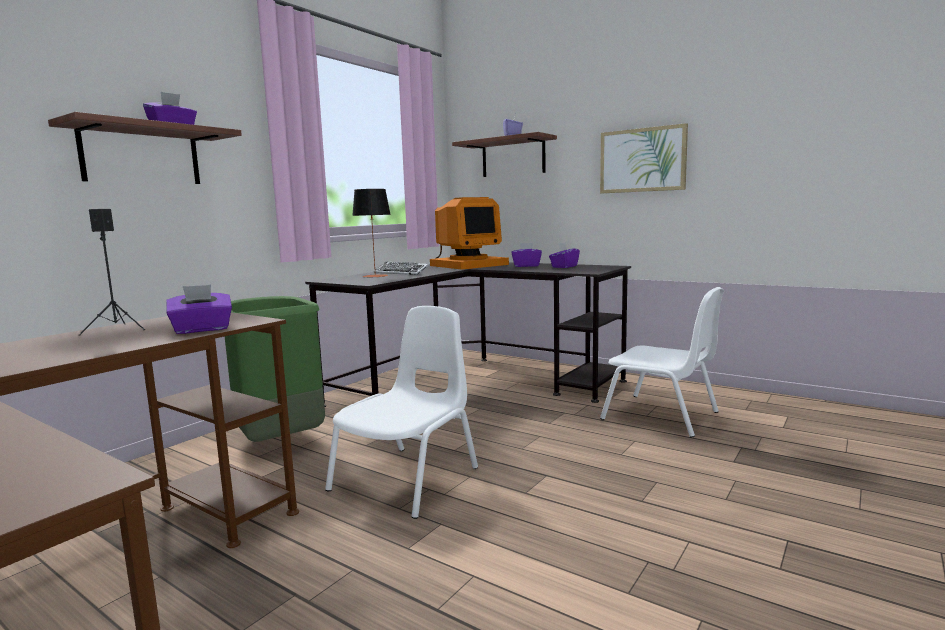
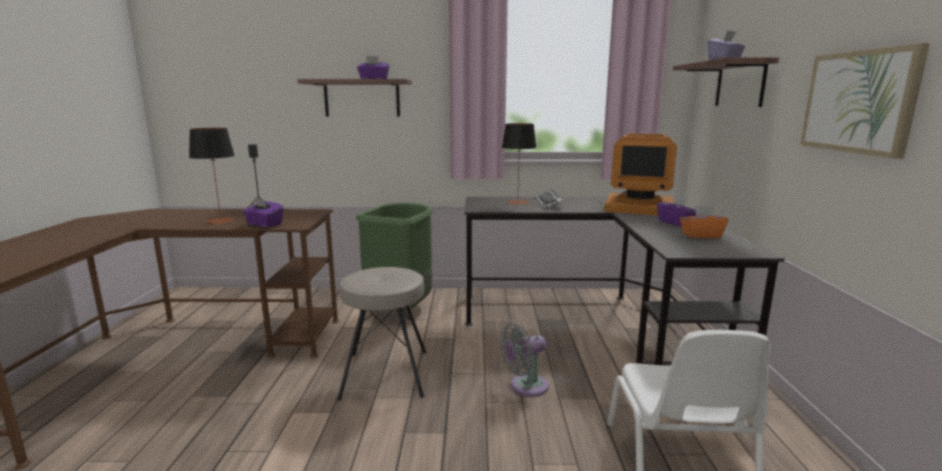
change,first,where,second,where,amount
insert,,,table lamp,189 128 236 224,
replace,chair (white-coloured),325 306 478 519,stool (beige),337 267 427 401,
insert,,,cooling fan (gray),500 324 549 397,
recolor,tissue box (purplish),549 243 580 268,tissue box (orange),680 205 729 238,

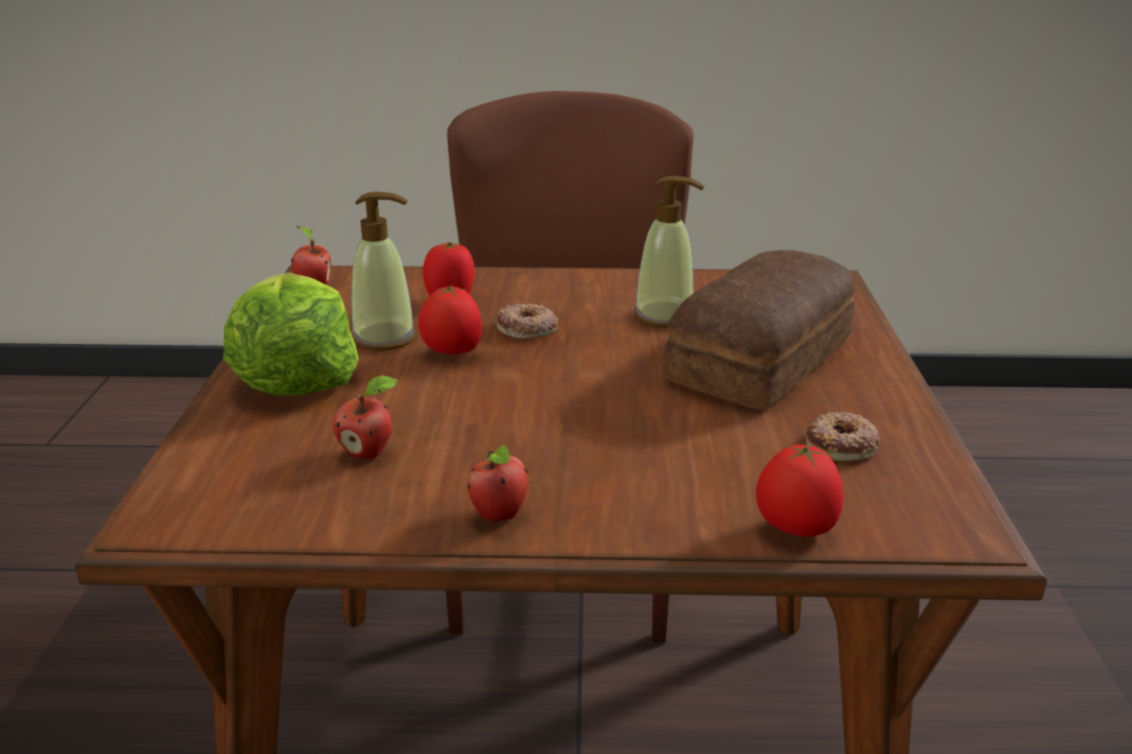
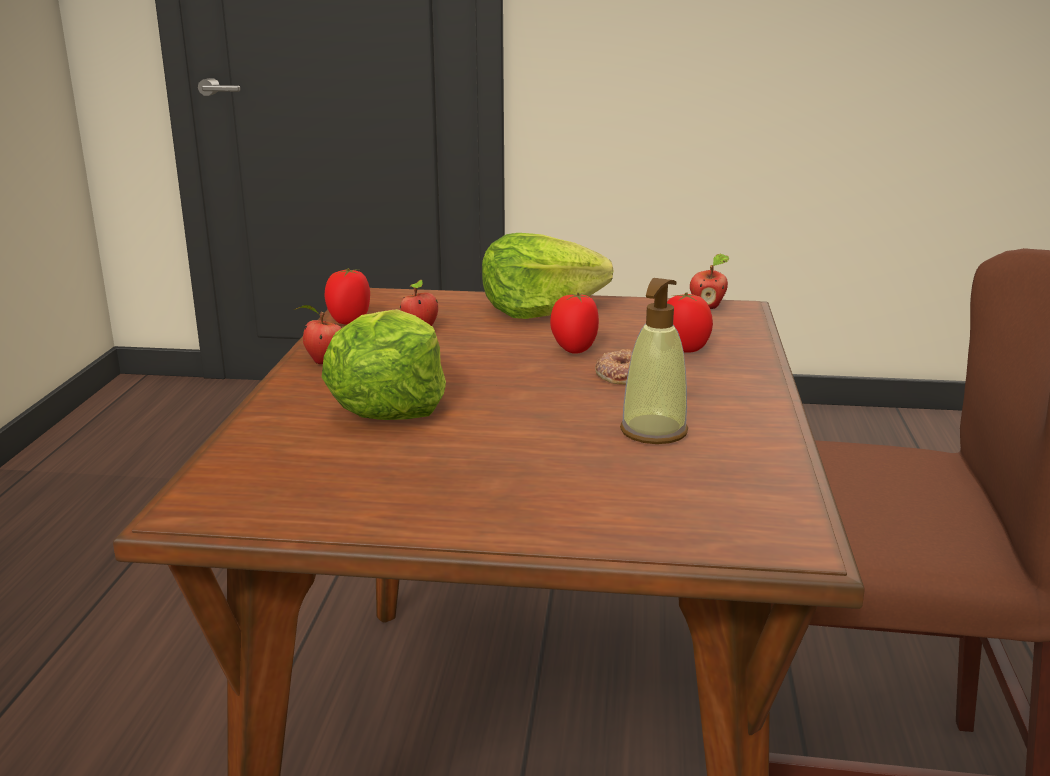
change,first,where,second,where,amount
insert,,,lettuce,322 309 446 420,
move,fresh tomato,756 443 843 537,,324 268 370 324,
delete,liquid soap bottle,351 192 416 351,,,
delete,bakery bread,663 250 856 410,,,
delete,ring doughnut,806 412 880 461,,,

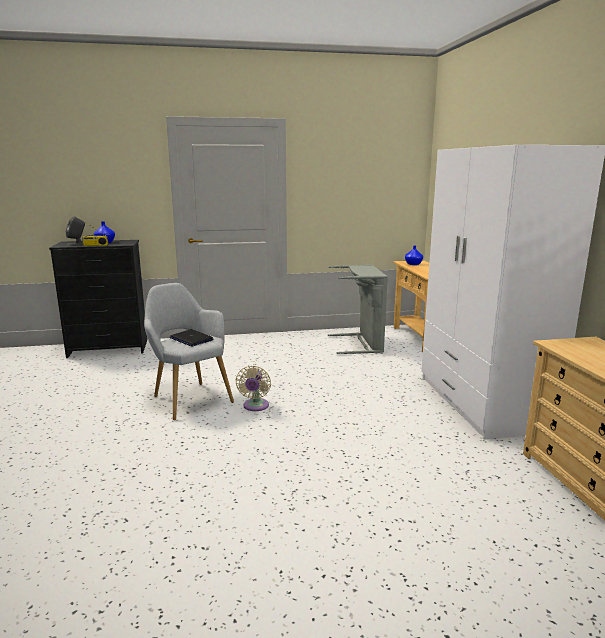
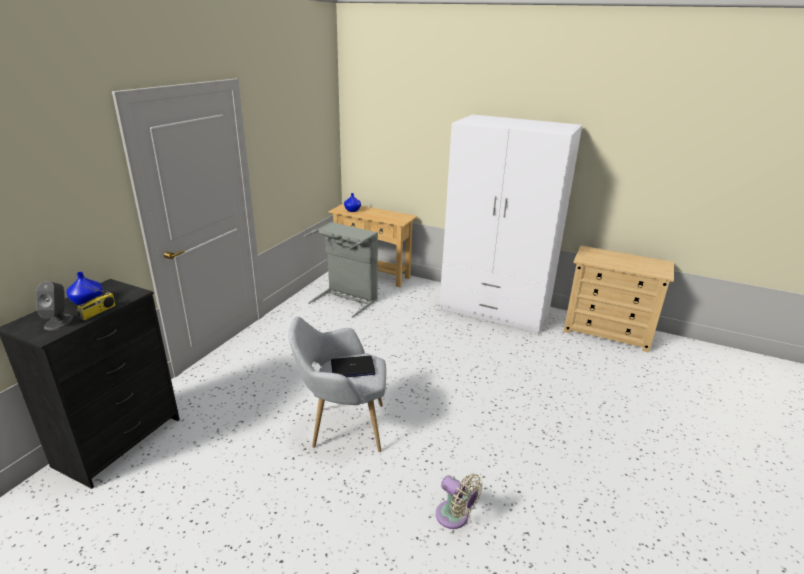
change,first,where,second,where,amount
move,cooling fan (beige),235 365 271 411,,436 474 483 529,

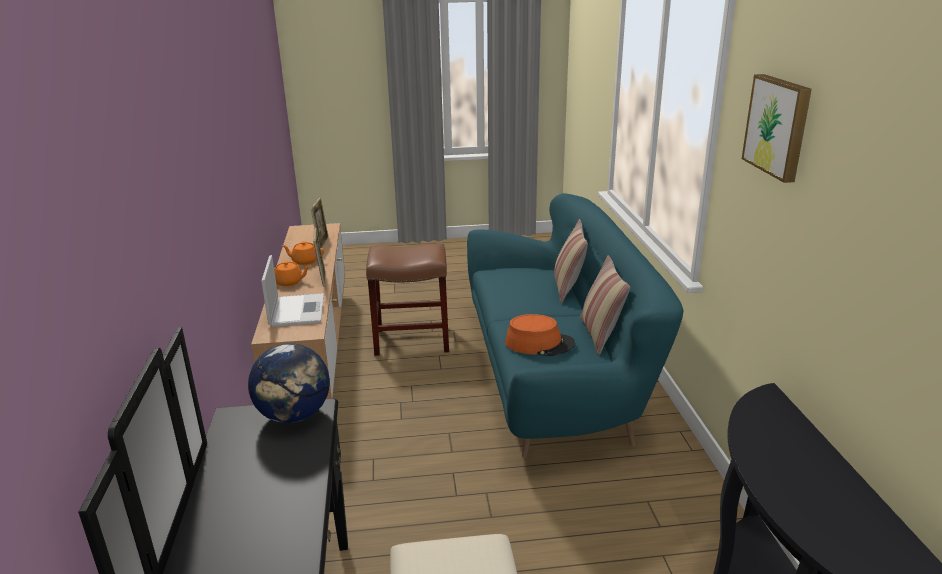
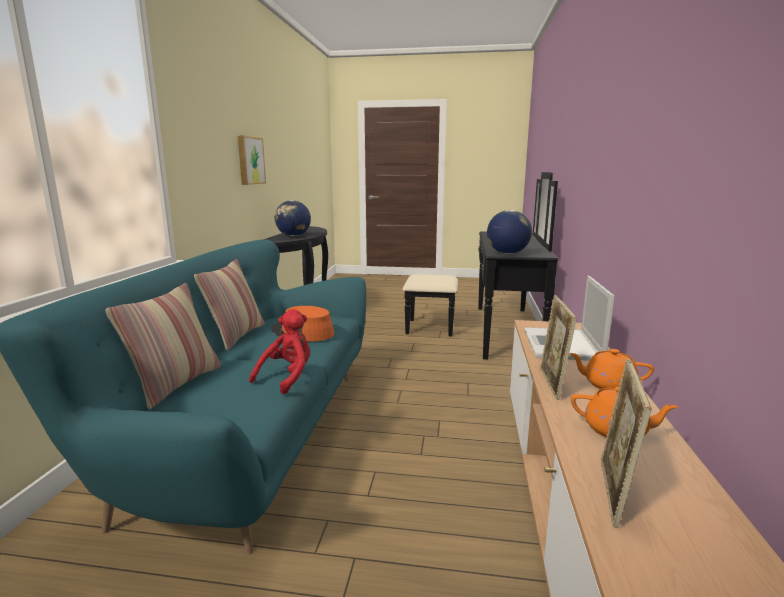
change,first,where,second,where,amount
move,wall picture,742 74 812 183,,238 135 266 185,
insert,,,soft toy (red),249 309 310 394,
insert,,,globe,275 200 311 236,
delete,stool (brown-coloured),366 244 449 356,,,

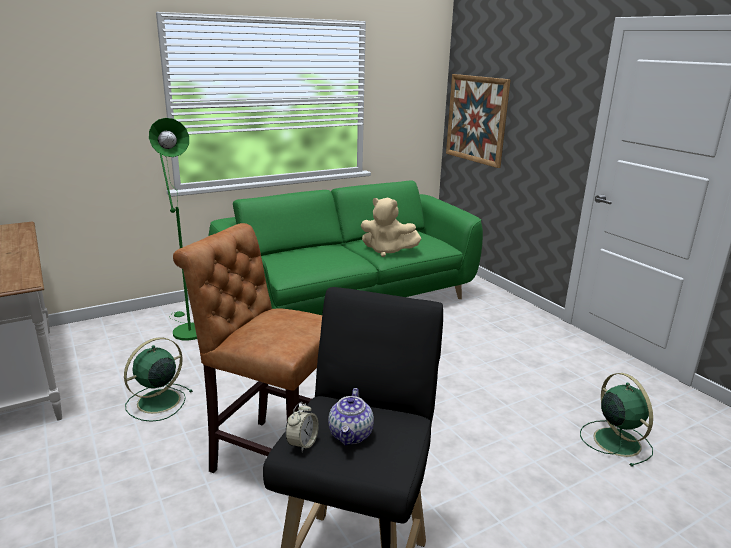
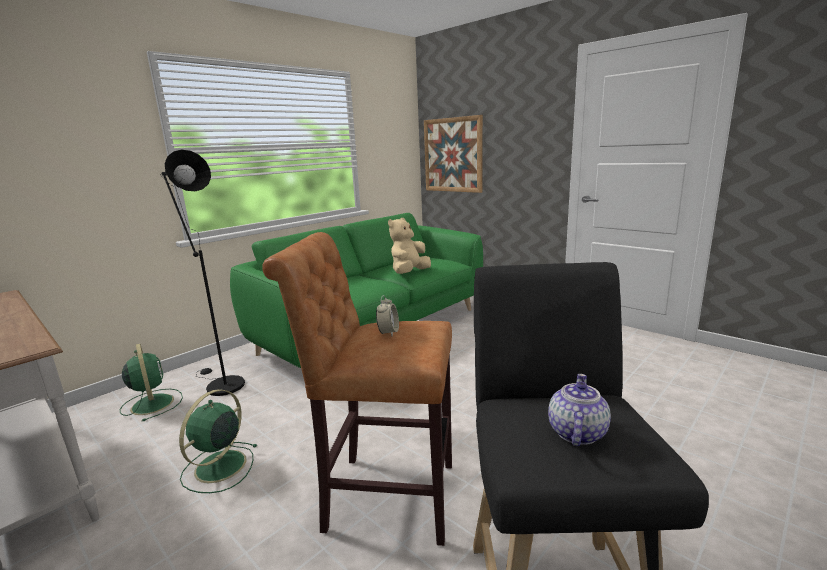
change,first,where,second,where,amount
move,cooling fan (greenish),580 373 653 467,,120 344 183 421,
recolor,standard lamp (greenish),149 118 197 341,standard lamp (black-coloured),160 150 245 396,
move,table clock,285 402 319 452,,376 295 399 336,
rotate,soft toy (beige),361 198 421 257,,388 218 431 274,120 degrees clockwise
rotate,teapot,328 388 374 445,,548 374 611 446,150 degrees counterclockwise

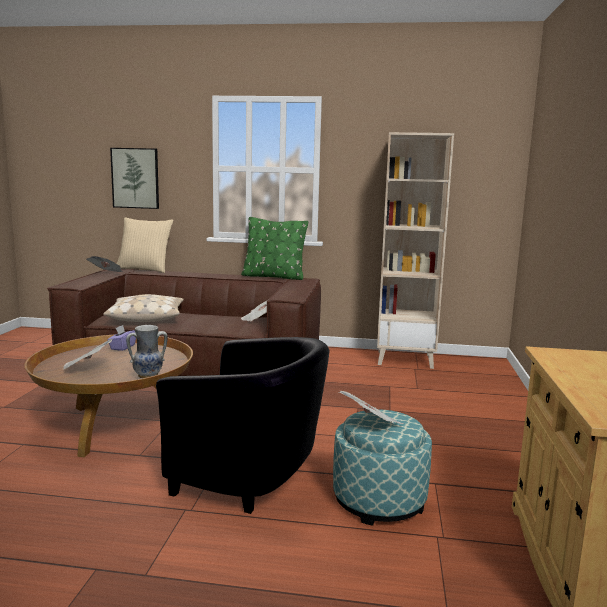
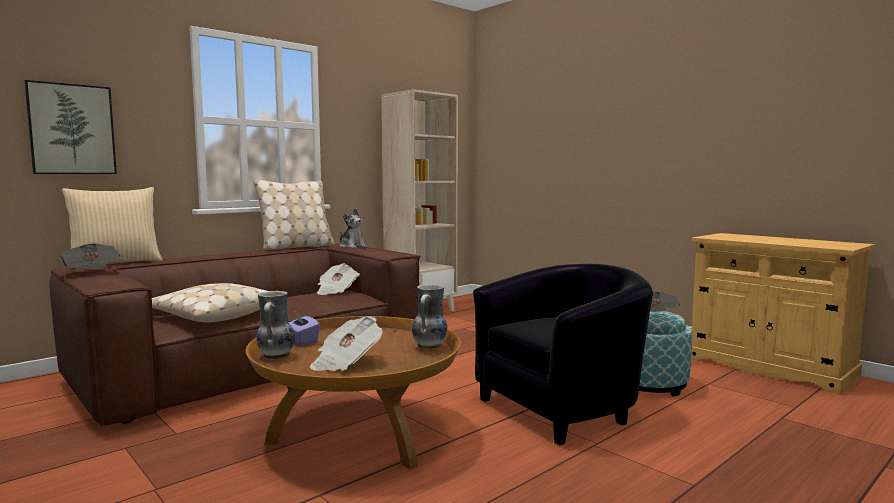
change,first,where,second,where,amount
recolor,pillow (greenish),241 217 308 280,pillow (beige),253 179 334 250,
insert,,,vase,256 291 295 360,
insert,,,soft toy,339 209 367 248,

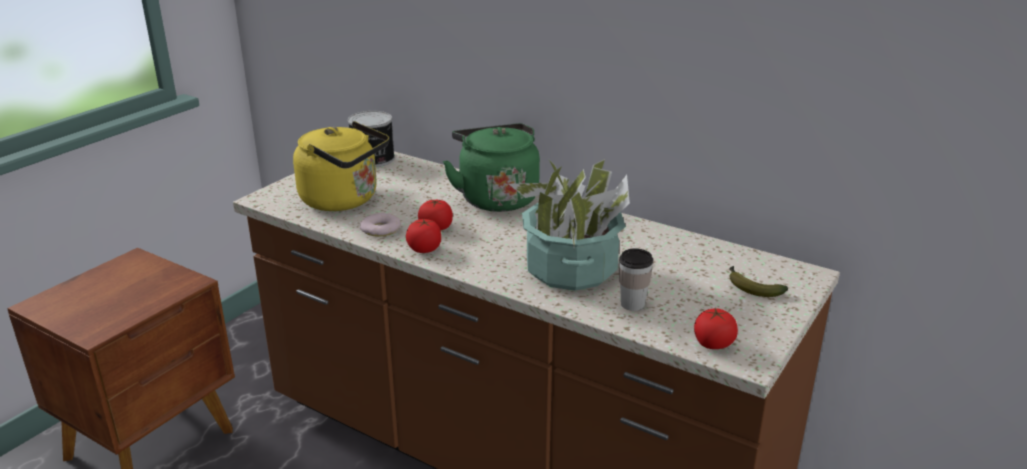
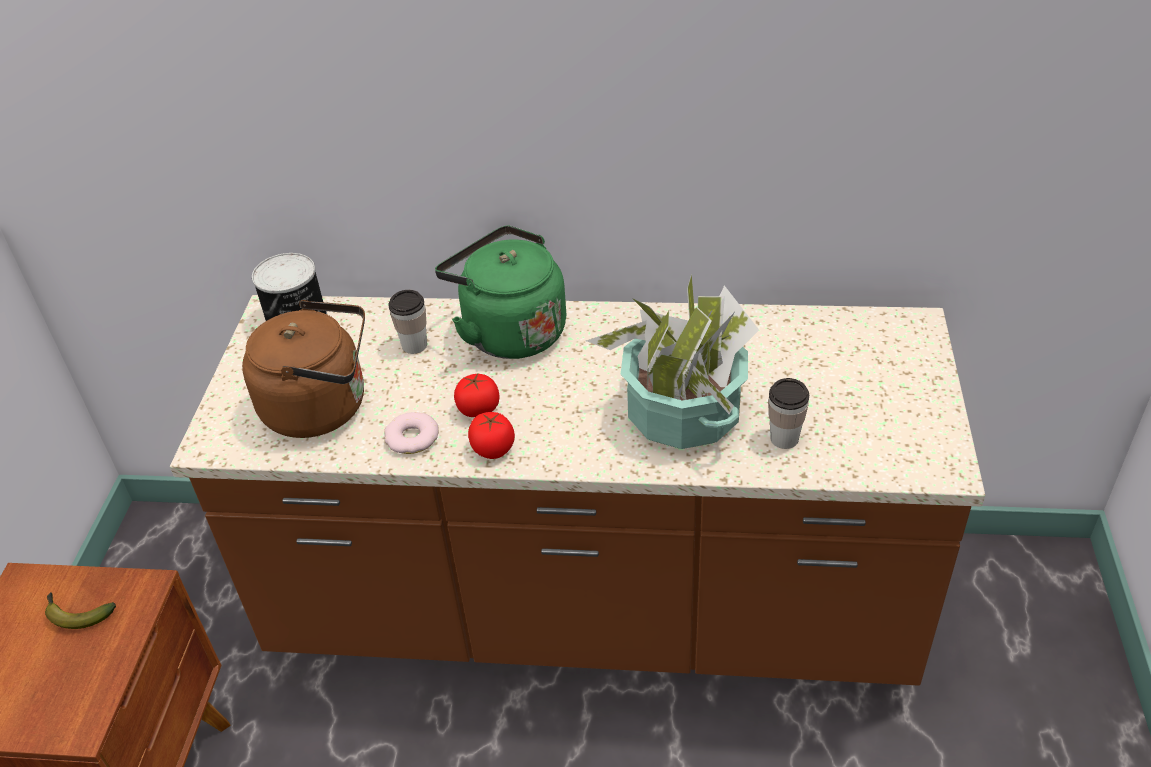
change,first,where,second,where,amount
move,banana,729 266 788 297,,45 592 116 629,
recolor,kettle (yellow),293 121 389 211,kettle (brown-coloured),242 300 365 438,
insert,,,small cup,388 290 427 354,
delete,fresh tomato,694 308 738 349,,,

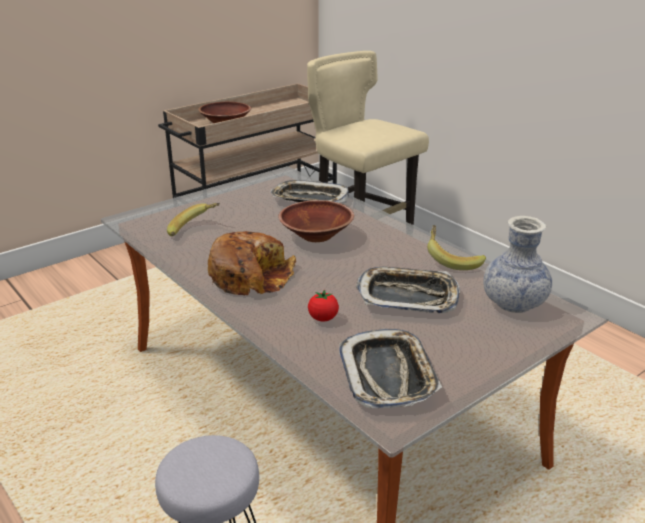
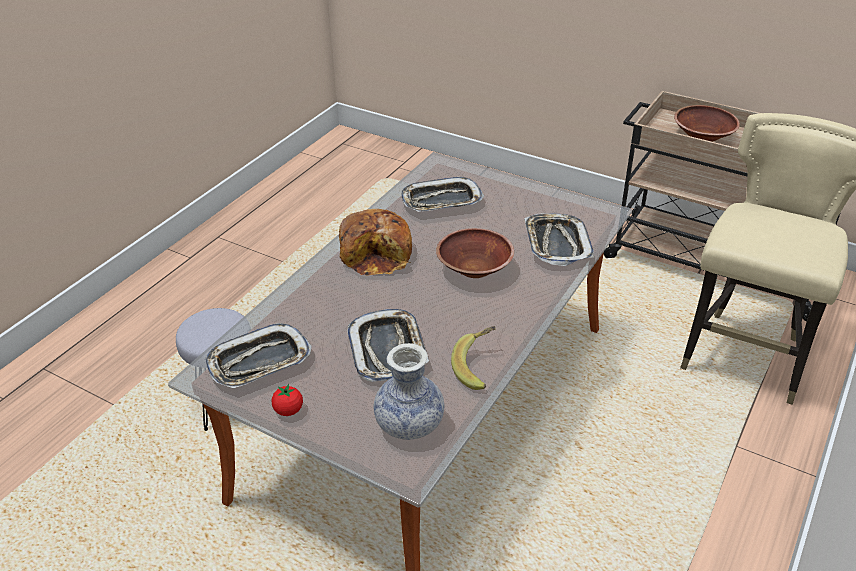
change,first,where,second,where,amount
move,fresh tomato,308 290 339 322,,272 384 303 416,
replace,banana,167 203 220 236,carrying tray,401 177 484 212,

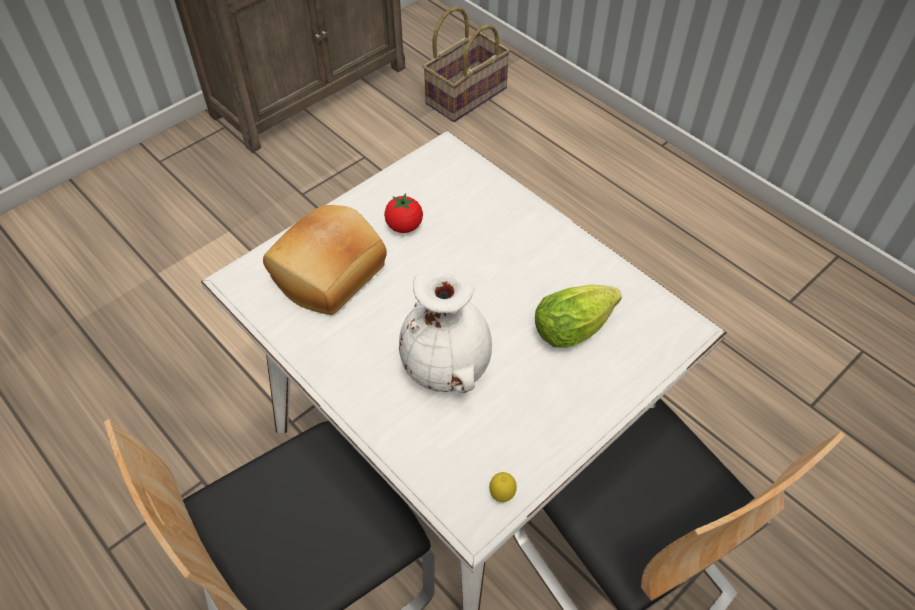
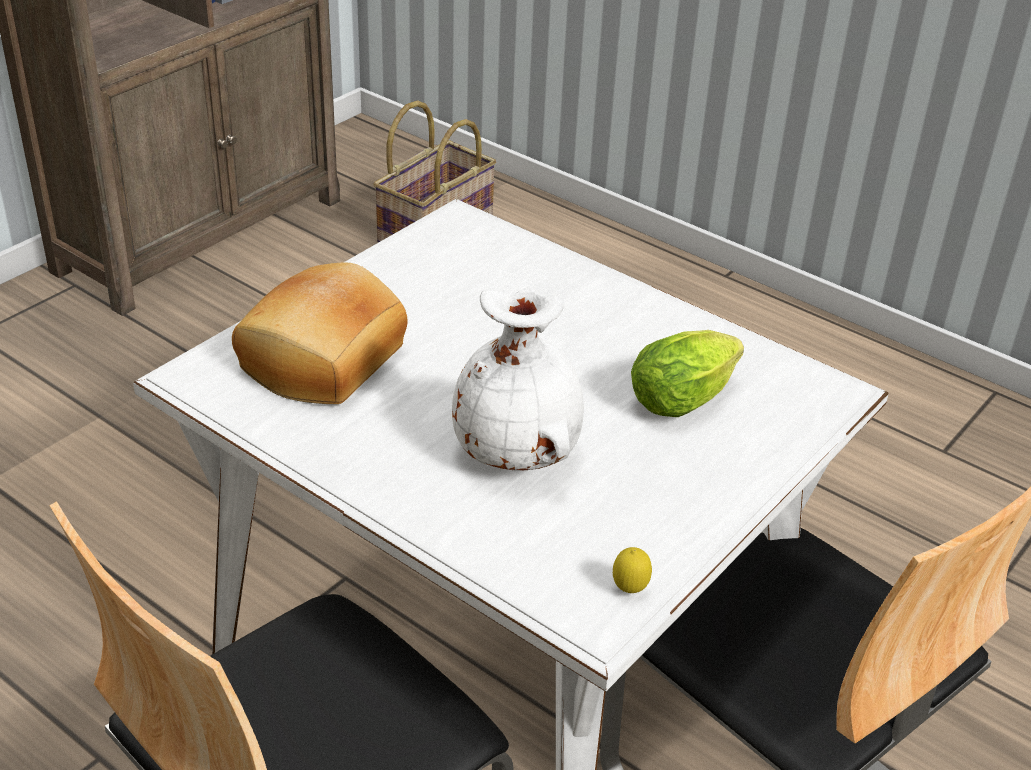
change,first,where,second,where,amount
delete,fresh tomato,384 193 423 233,,,

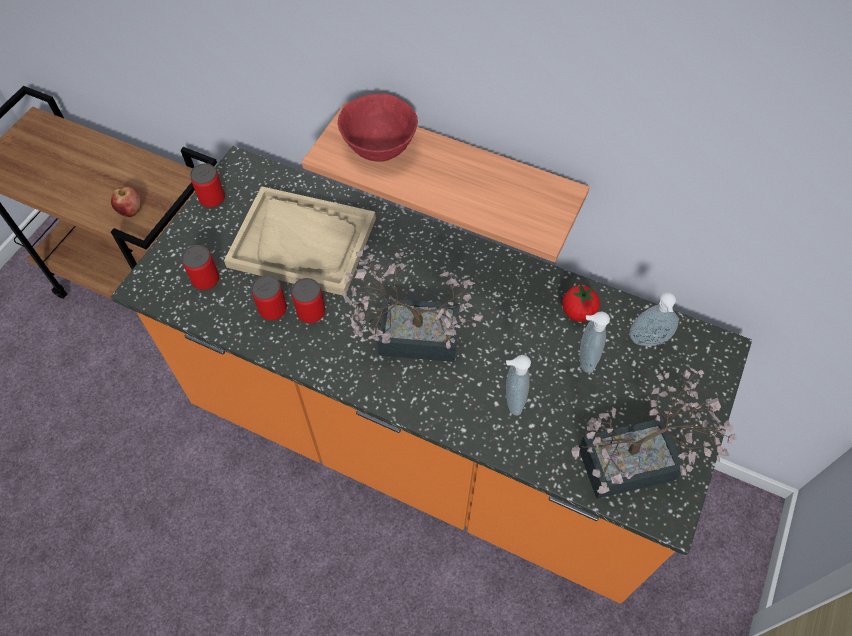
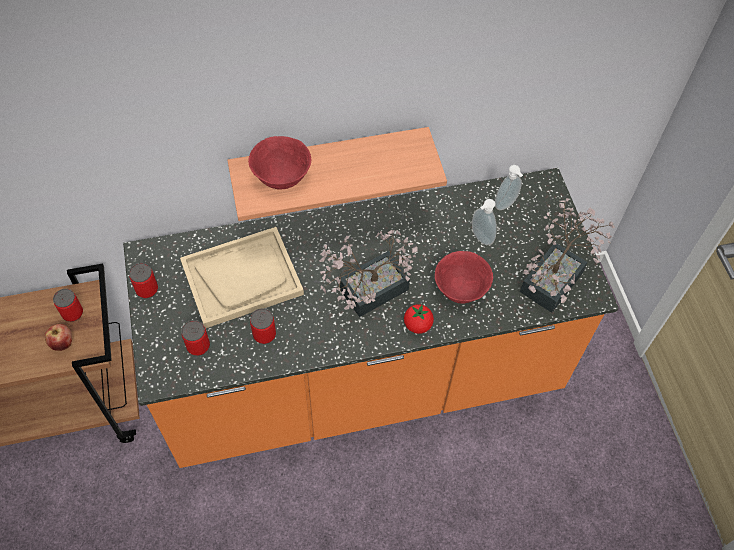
change,first,where,second,where,amount
move,can,292 278 325 324,,53 289 83 322,
move,fresh tomato,562 284 600 322,,404 304 434 334,
replace,liquid soap bottle,506 355 531 416,bowl (red),435 251 493 303,

